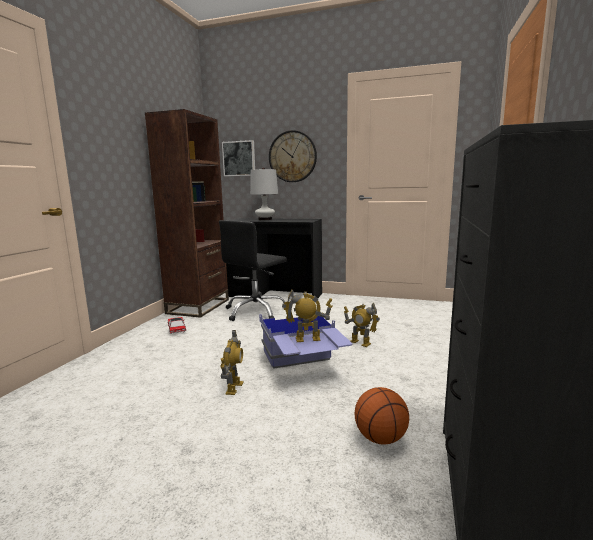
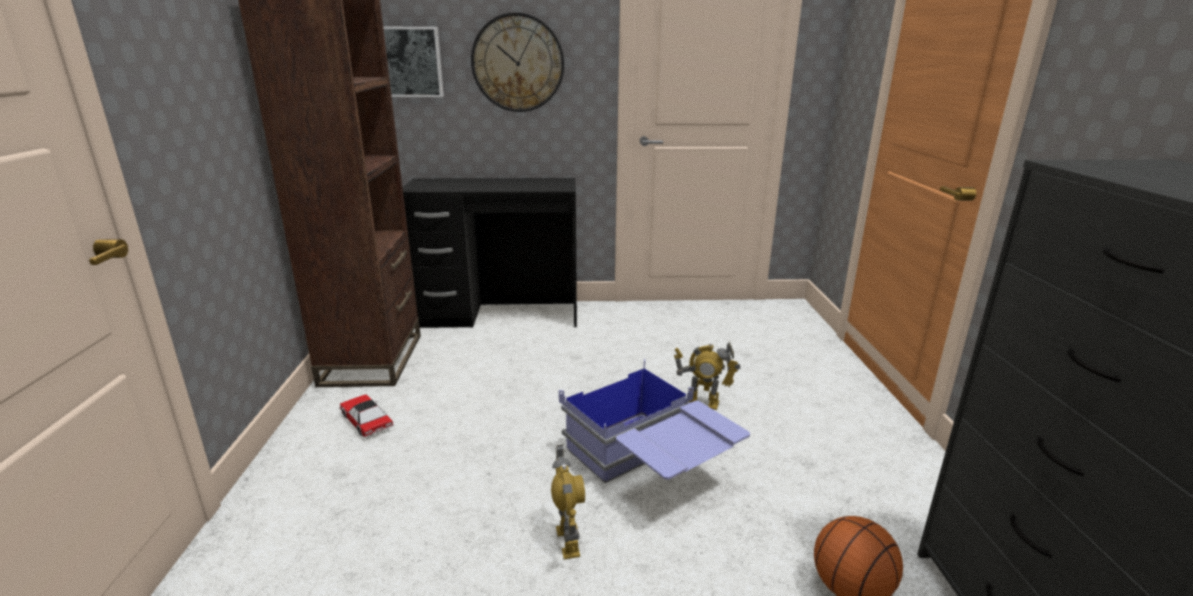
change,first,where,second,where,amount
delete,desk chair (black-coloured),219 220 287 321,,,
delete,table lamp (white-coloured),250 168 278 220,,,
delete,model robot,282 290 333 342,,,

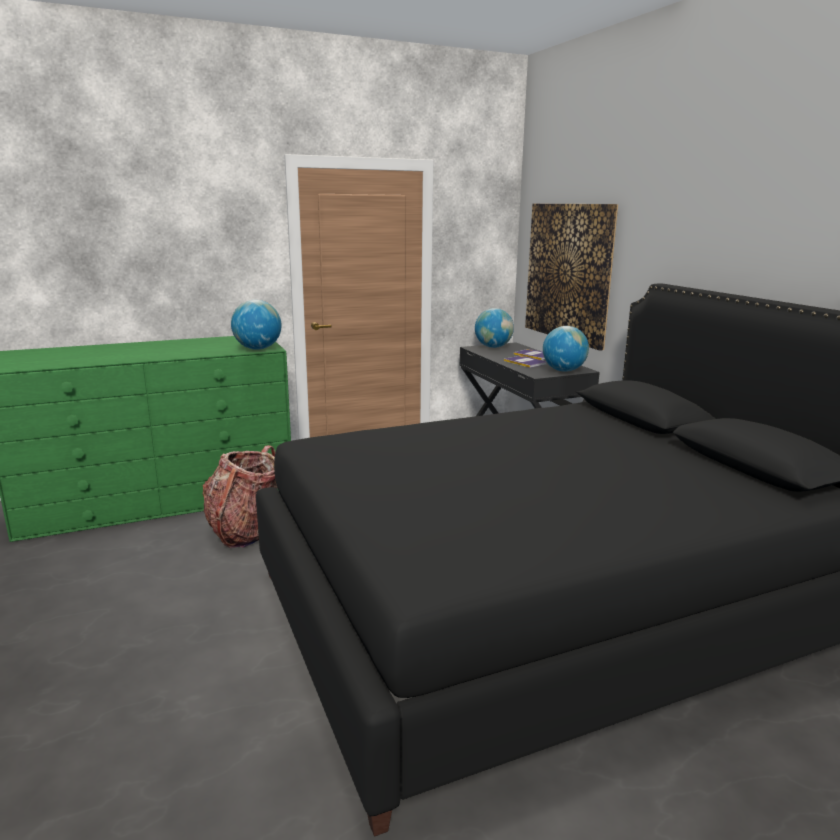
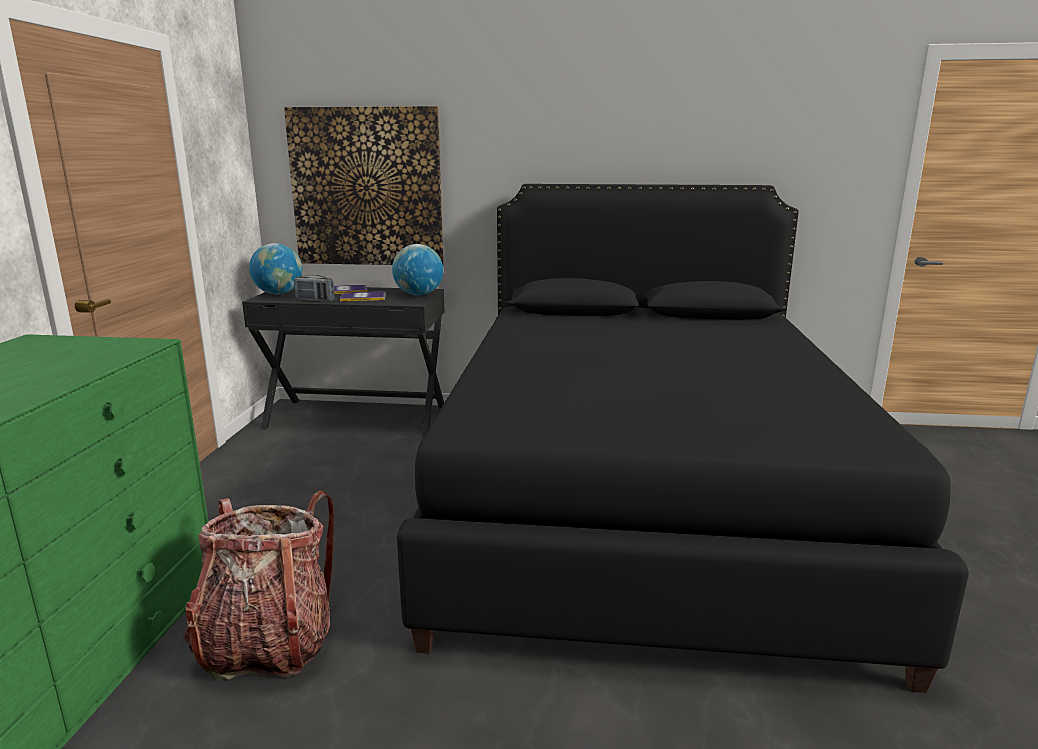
change,first,where,second,where,amount
insert,,,radio set,294 275 335 302,
delete,globe,231 300 282 350,,,

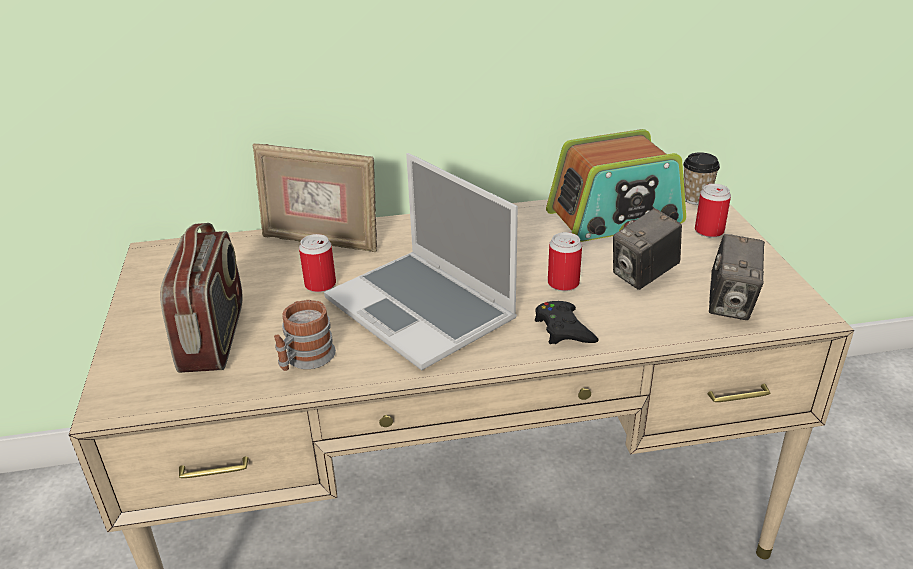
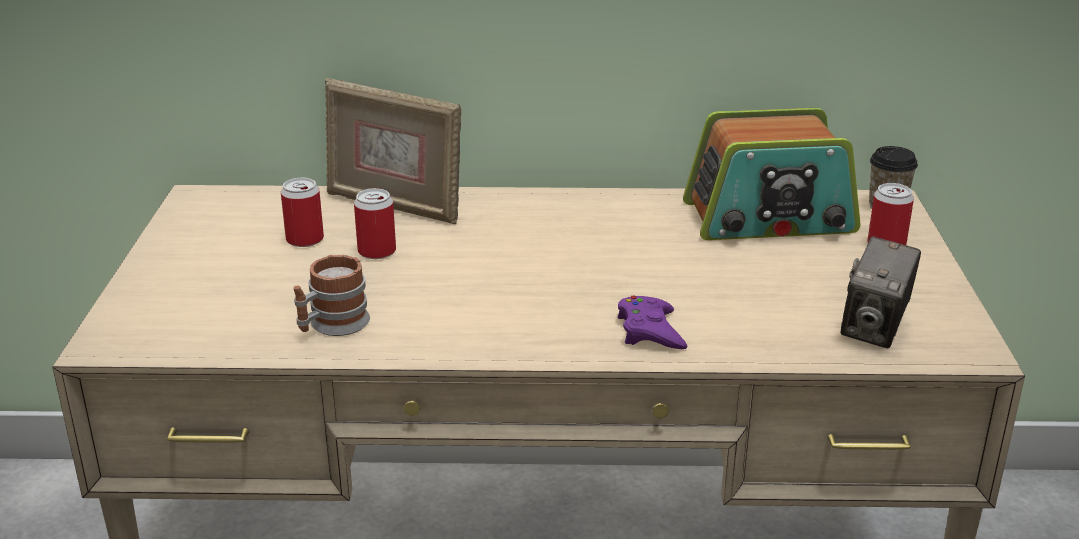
change,first,where,second,where,amount
move,can,548 232 582 291,,281 178 324 247,
recolor,joypad (black-coloured),535 301 598 344,joypad (purplish),618 296 687 349,
delete,radio set,160 223 243 373,,,
delete,portable computer,324 153 518 370,,,
delete,still camera,613 208 682 290,,,

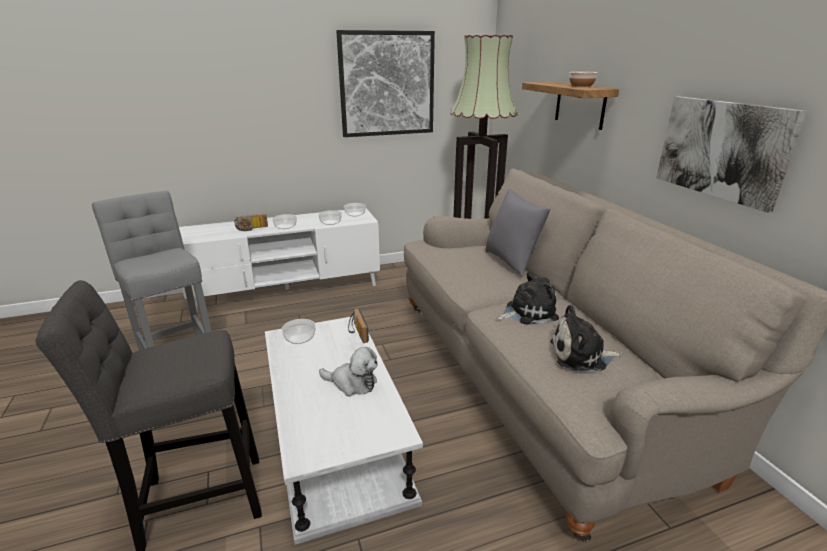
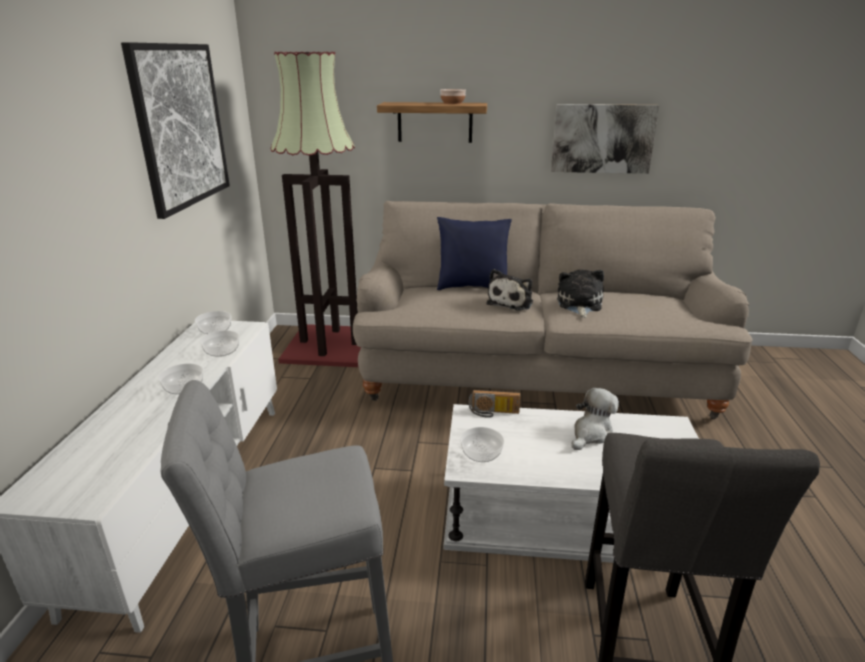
change,first,where,second,where,amount
recolor,pillow (gray),485 188 551 277,pillow (bluish),437 217 512 290,
move,soft toy,550 305 622 371,,486 269 533 311,
delete,radio set,235 214 268 231,,,

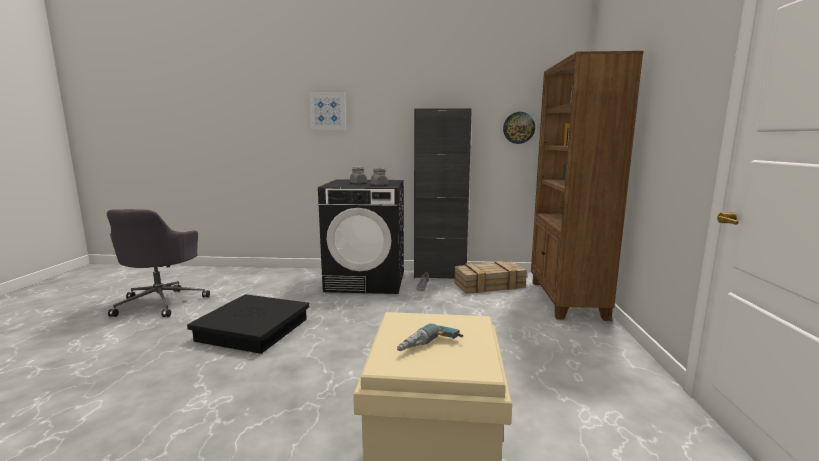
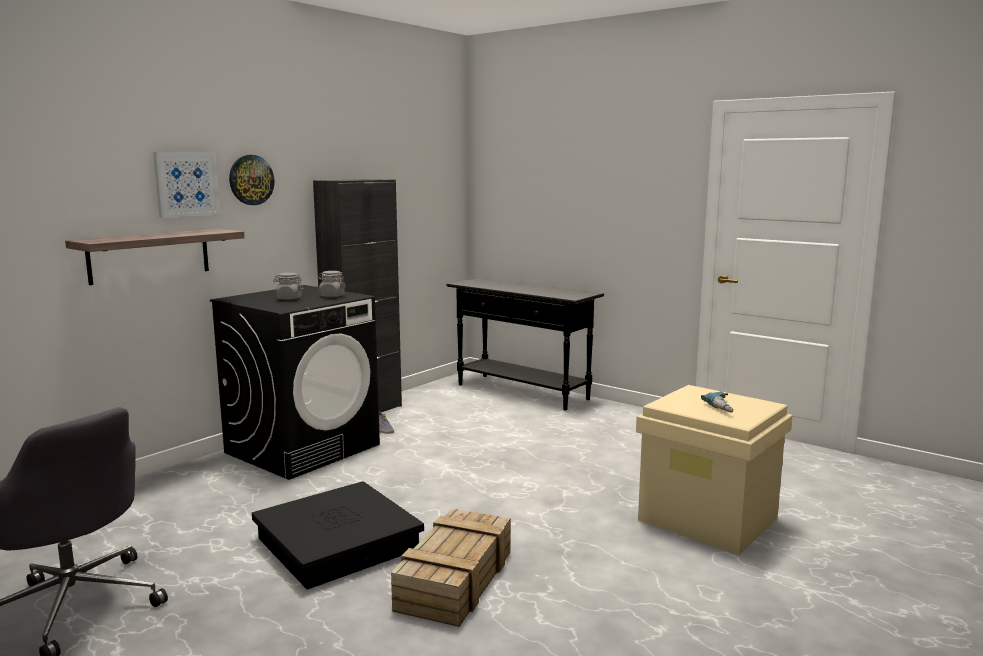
change,first,where,second,where,amount
insert,,,bracket shelf,65 229 245 285,
move,clock on the wall,503 112 535 144,,229 155 275 205,
move,packing crate,454 261 527 294,,391 508 511 627,
replace,bookcase (brown-coloured),531 51 644 321,hall table (black-coloured),446 278 604 411,

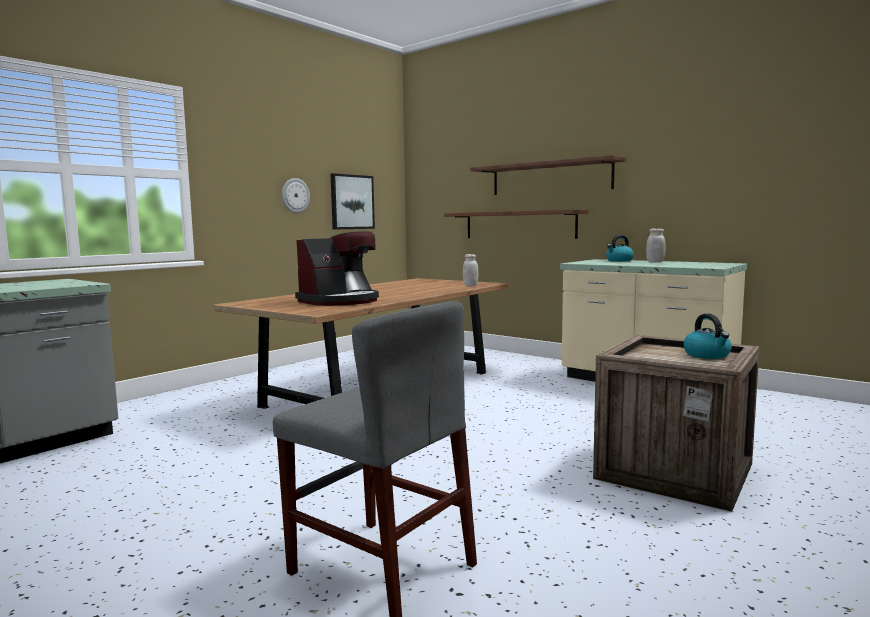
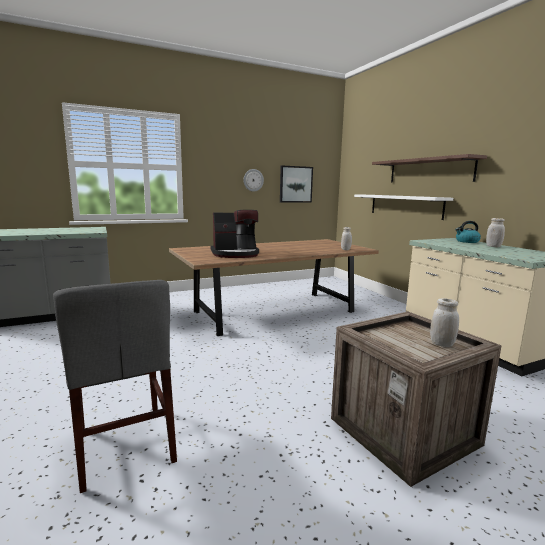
change,first,where,second,where,amount
recolor,bracket shelf (brown-coloured),444 210 588 239,bracket shelf (white-coloured),354 194 453 220,
replace,kettle,684 314 732 359,jar (white-coloured),430 298 459 347,

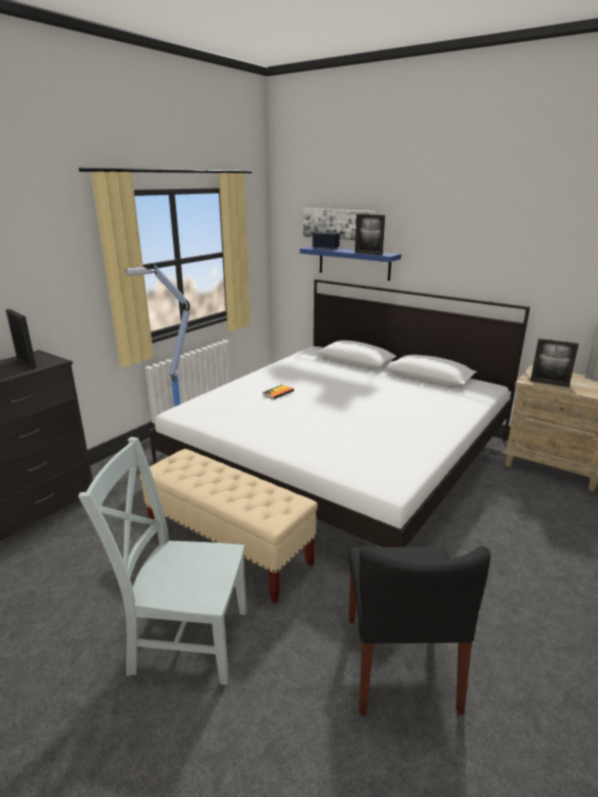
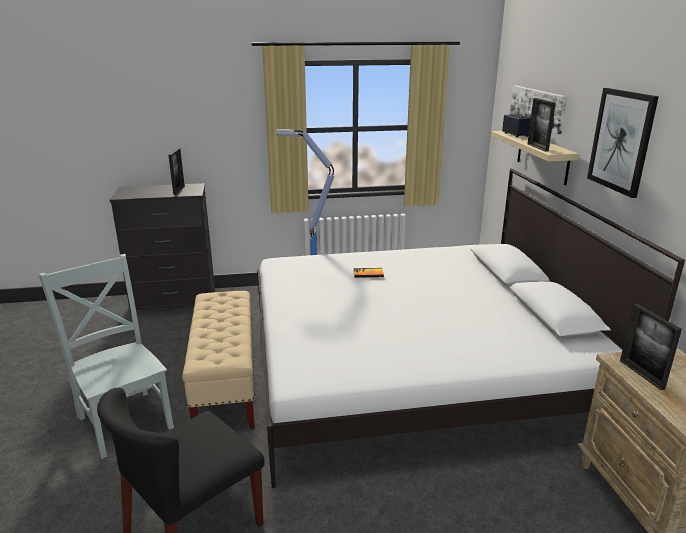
change,first,where,second,where,amount
recolor,bracket shelf (bluish),300 247 401 281,bracket shelf (beige),491 131 579 185,
insert,,,wall picture,587 88 659 198,

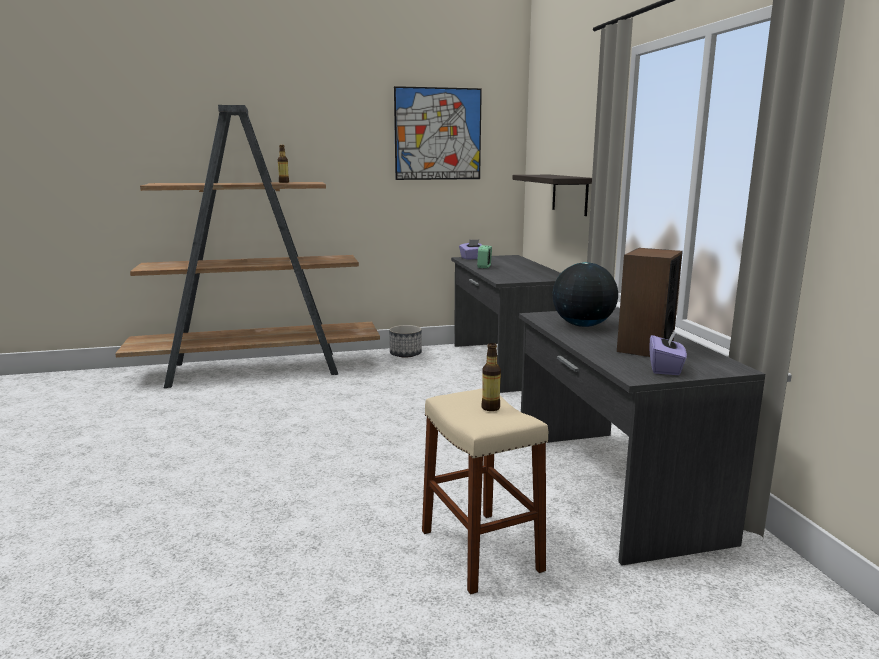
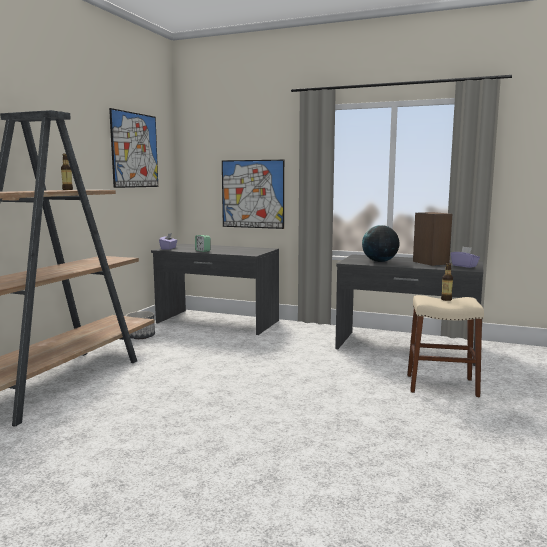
change,first,where,second,where,amount
replace,bracket shelf,513 175 592 216,wall picture,222 160 284 229,

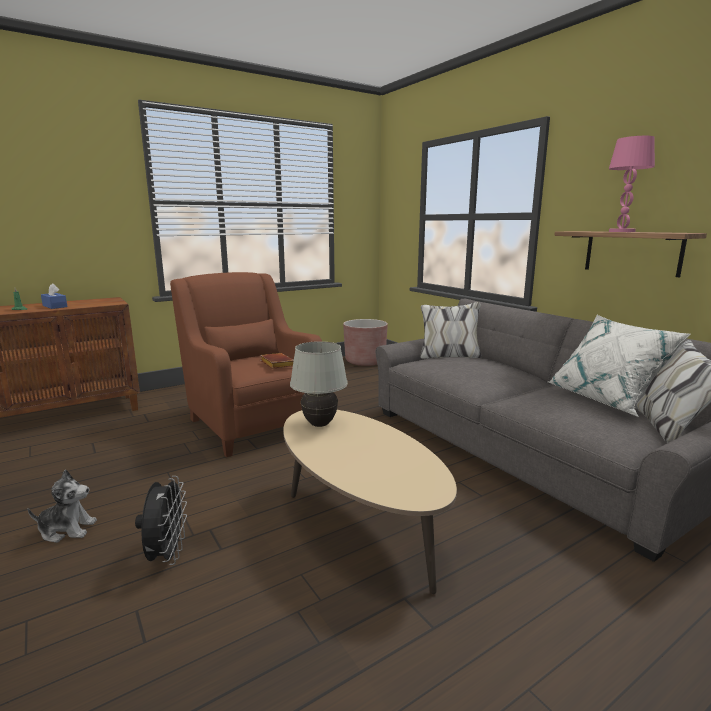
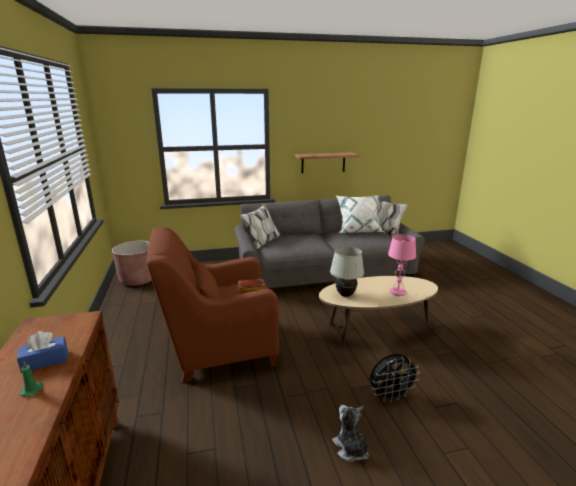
change,first,where,second,where,amount
rotate,soft toy,28 470 97 543,,332 405 369 462,45 degrees counterclockwise
rotate,cooling fan (black-coloured),135 476 187 565,,370 354 420 402,150 degrees clockwise
move,table lamp (pink-coloured),609 136 655 232,,388 234 416 296,

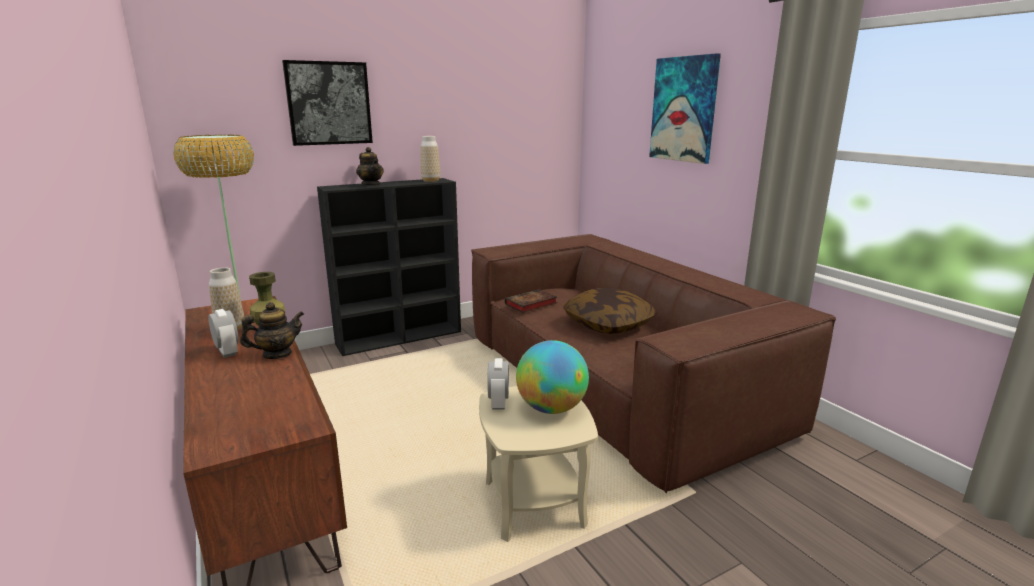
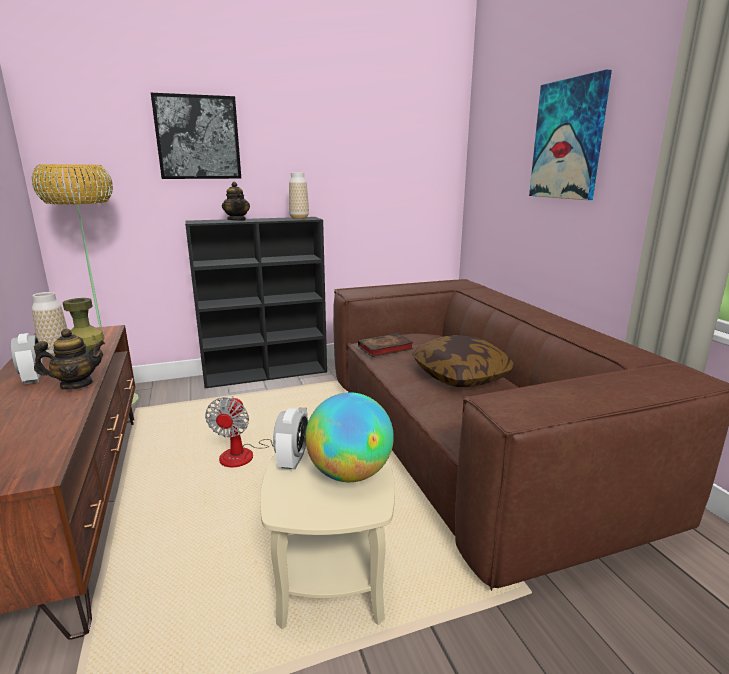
change,first,where,second,where,amount
insert,,,cooling fan,205 396 307 467,

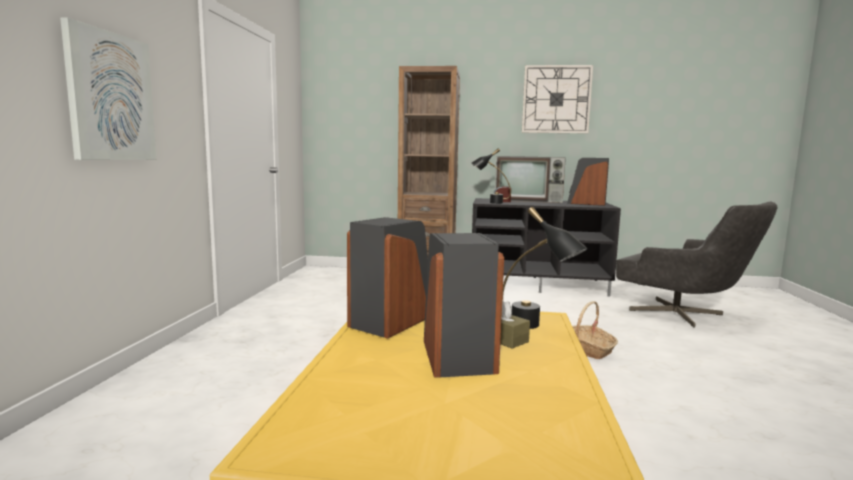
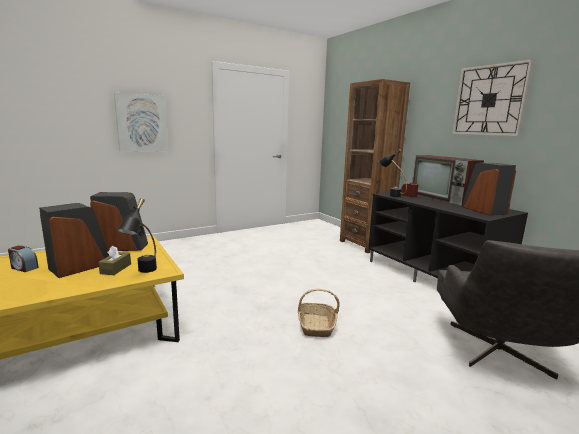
change,first,where,second,where,amount
insert,,,table clock,8 245 39 272,

